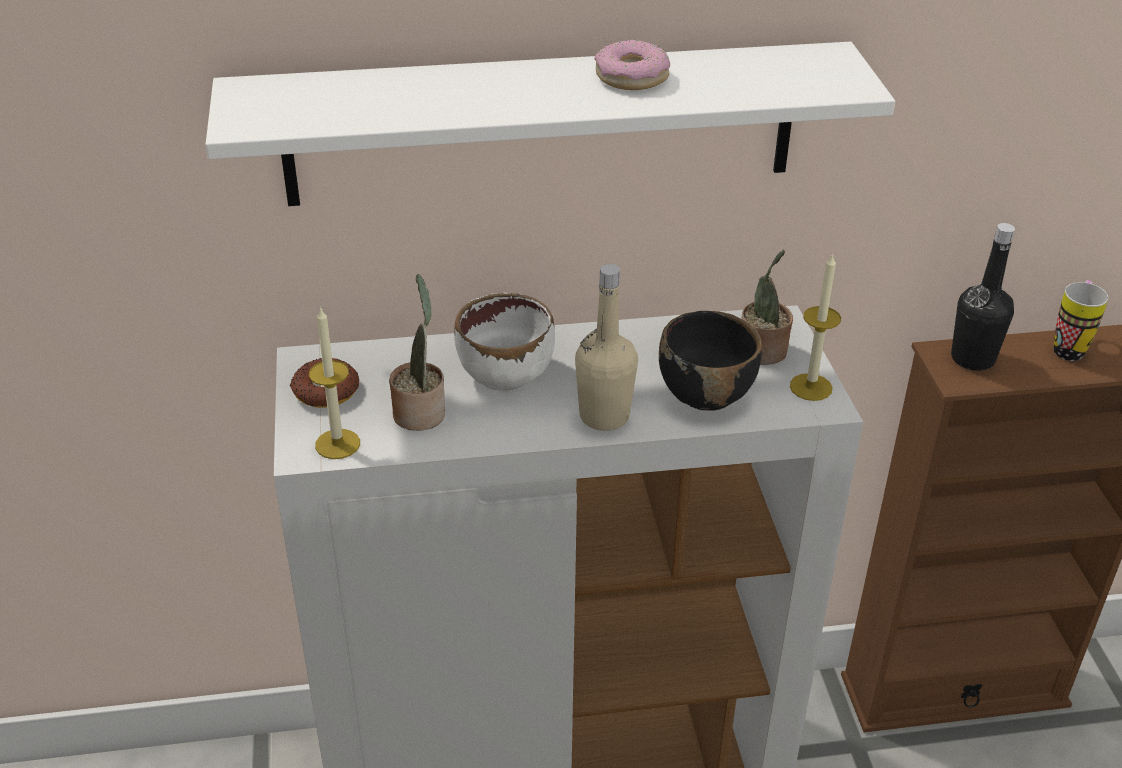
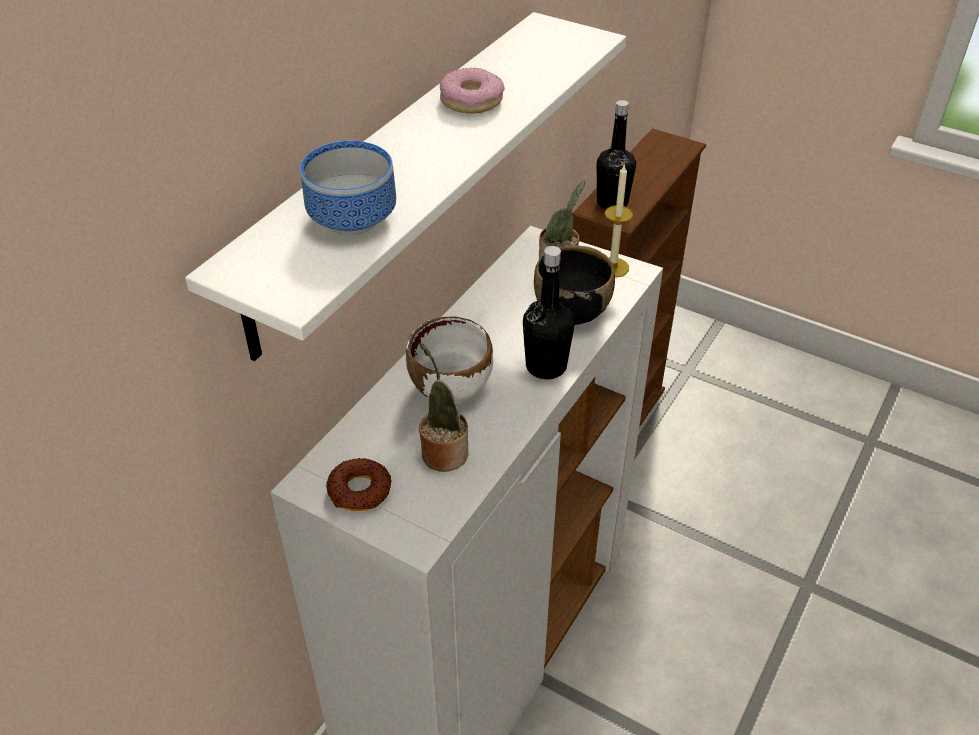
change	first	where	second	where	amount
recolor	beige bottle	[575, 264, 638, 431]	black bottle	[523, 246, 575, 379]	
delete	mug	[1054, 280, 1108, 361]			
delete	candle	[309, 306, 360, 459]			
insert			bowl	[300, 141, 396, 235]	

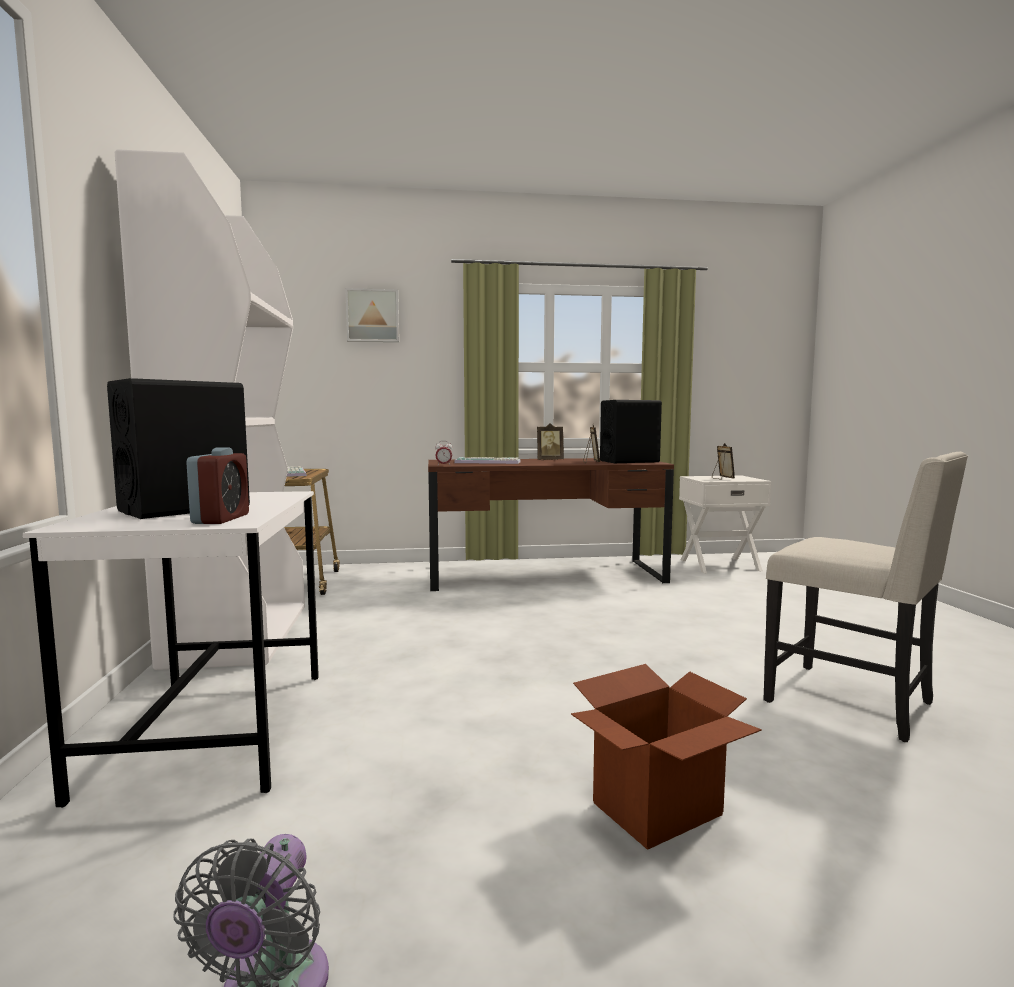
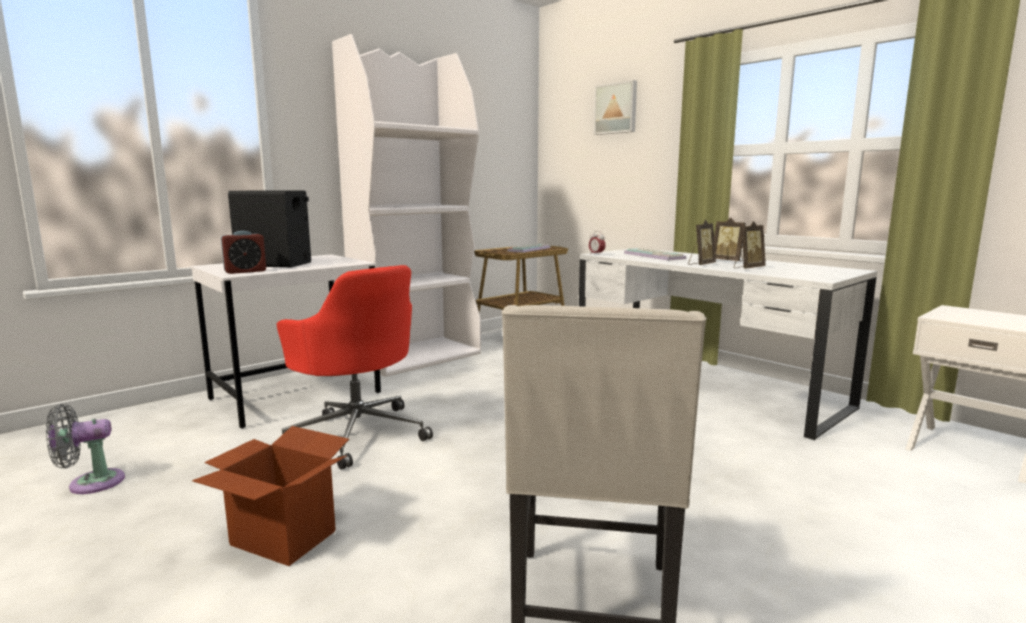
change	first	where	second	where	amount
delete	black speaker	[600, 400, 662, 463]			
move	picture frame	[712, 443, 735, 480]		[688, 220, 716, 265]	
recolor	brown desk	[428, 458, 674, 591]	white desk	[579, 248, 877, 440]	
insert			red office chair	[277, 265, 433, 470]	

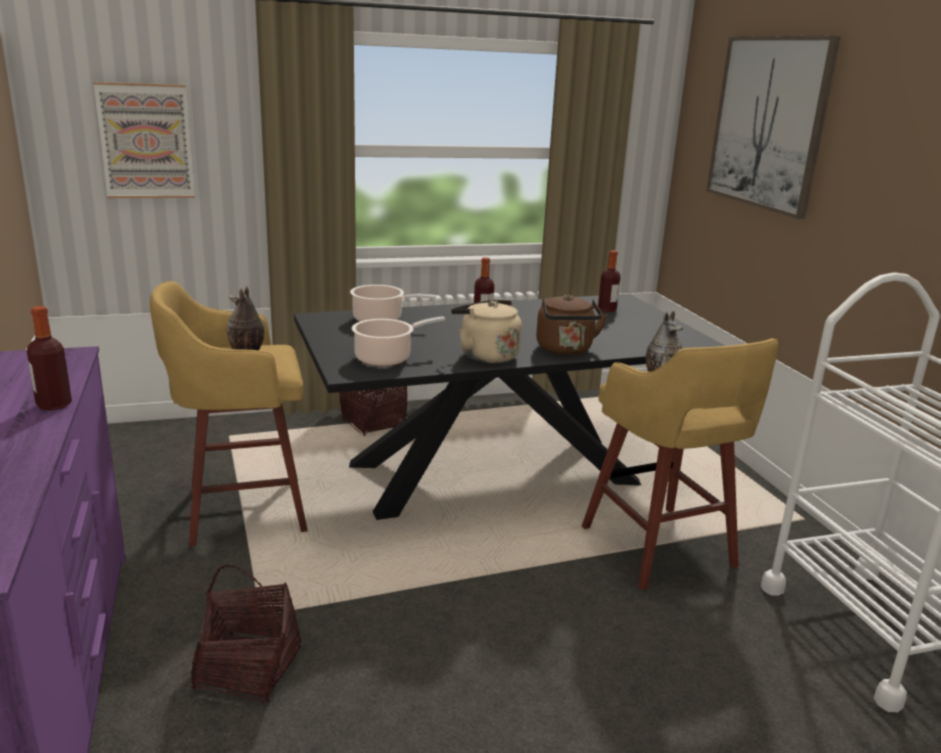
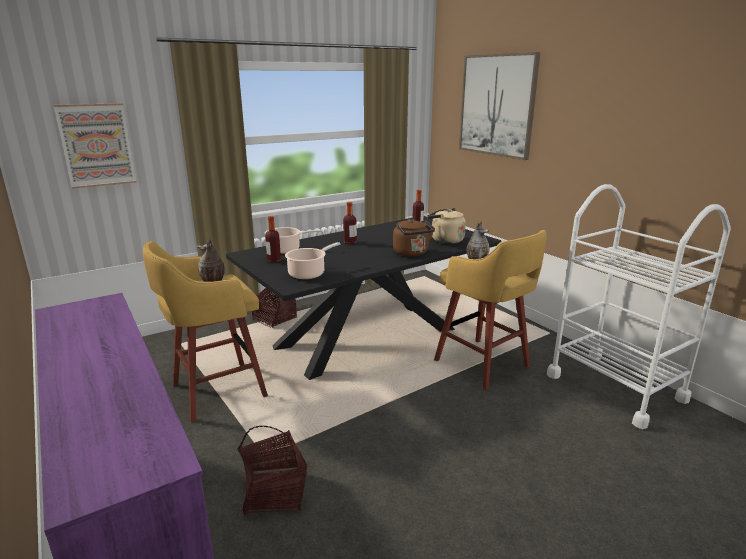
change	first	where	second	where	amount
move	beige kettle	[451, 300, 522, 364]		[426, 208, 466, 244]	
move	bottle	[27, 306, 72, 410]		[265, 216, 281, 262]	

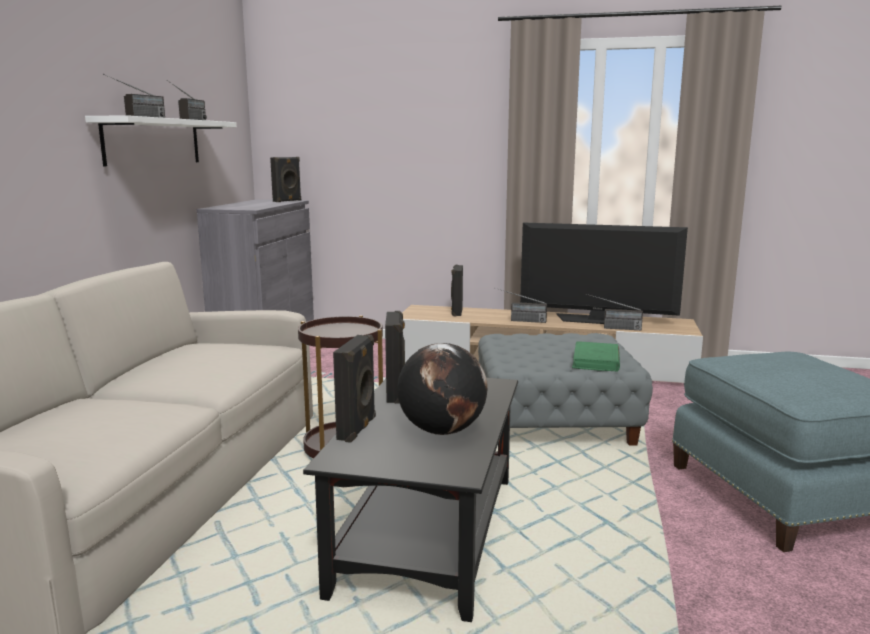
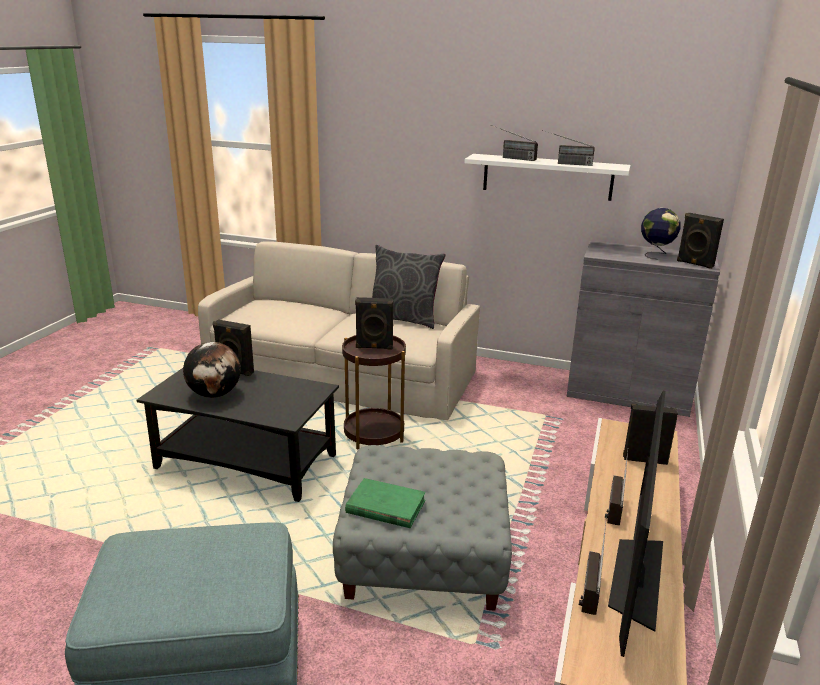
change	first	where	second	where	amount
move	black speaker	[385, 311, 405, 404]		[355, 297, 393, 350]	
insert			globe	[641, 208, 681, 259]	
insert			grey pillow	[372, 245, 446, 329]	

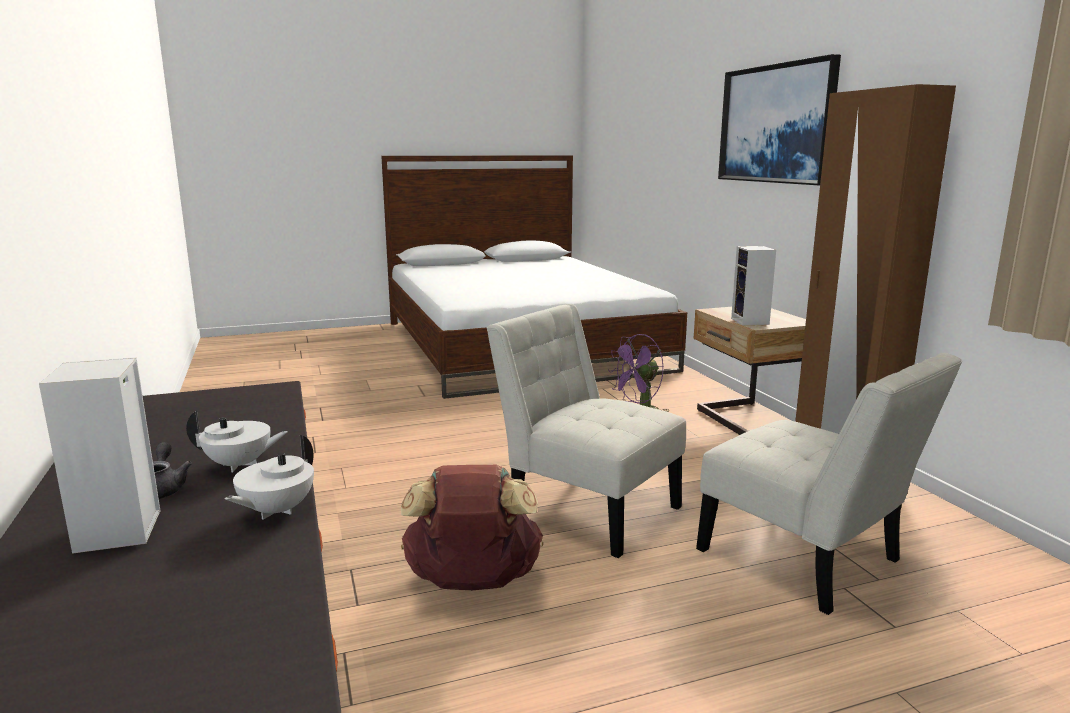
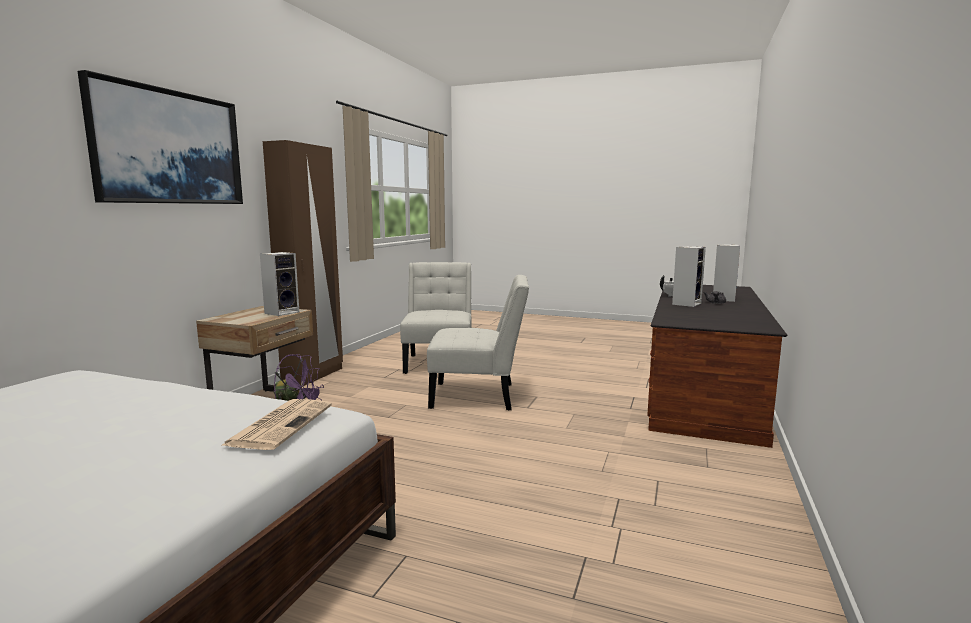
change	first	where	second	where	amount
rotate	white chair	[487, 304, 686, 558]		[427, 275, 529, 410]	75 degrees counterclockwise
replace	white teapot	[186, 410, 288, 472]	speaker	[672, 246, 706, 307]	
delete	brown backpack	[401, 465, 543, 590]			
insert			newspaper	[222, 399, 332, 450]	

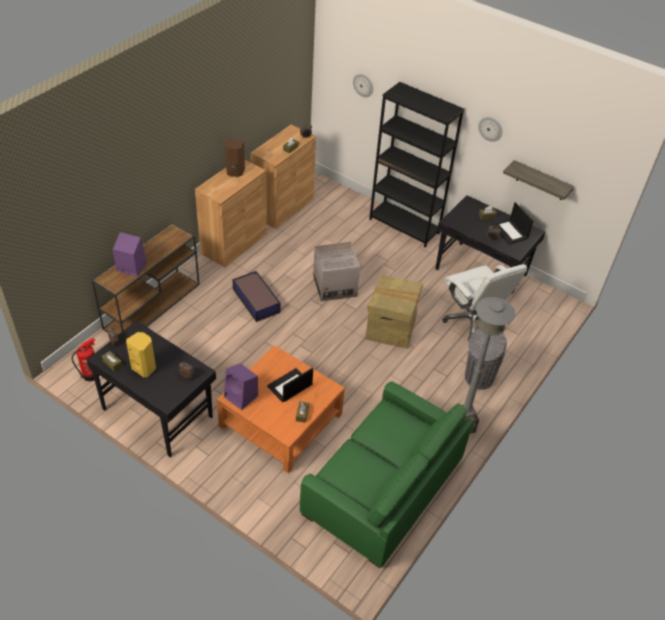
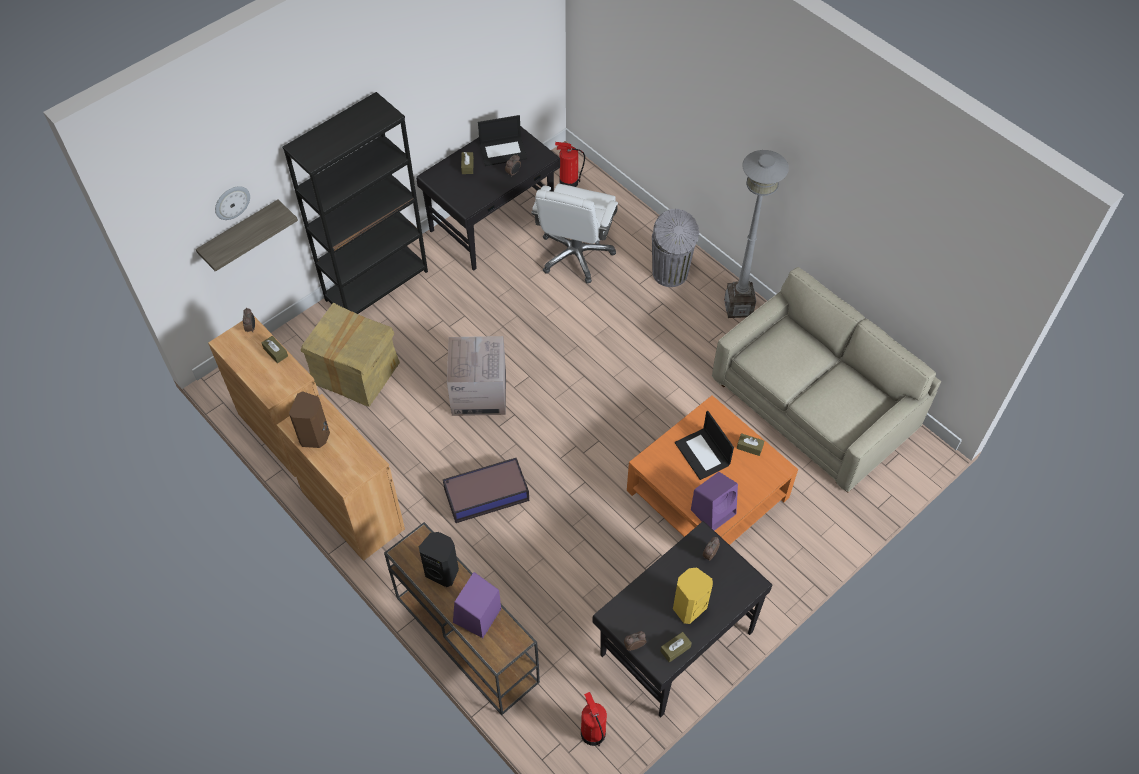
change	first	where	second	where	amount
delete	wall clock	[478, 117, 502, 142]			
move	shelf	[503, 160, 574, 200]		[196, 200, 298, 272]	
rotate	white office chair	[442, 264, 527, 341]		[531, 184, 618, 283]	120 degrees clockwise
move	cardboard box	[365, 275, 423, 348]		[301, 303, 400, 407]	
recolor	green sofa	[299, 381, 474, 568]	beige sofa	[712, 267, 941, 493]	
insert			fire extinguisher	[555, 142, 585, 187]	
insert			black speaker	[419, 532, 459, 587]	

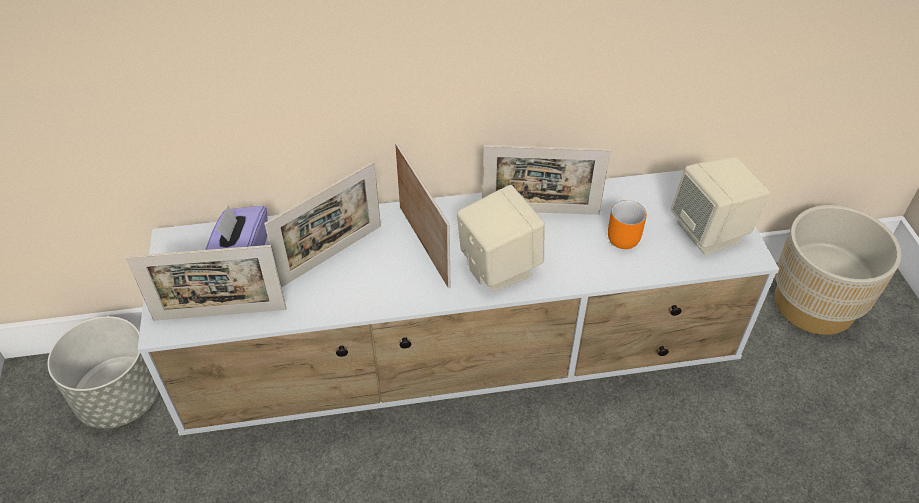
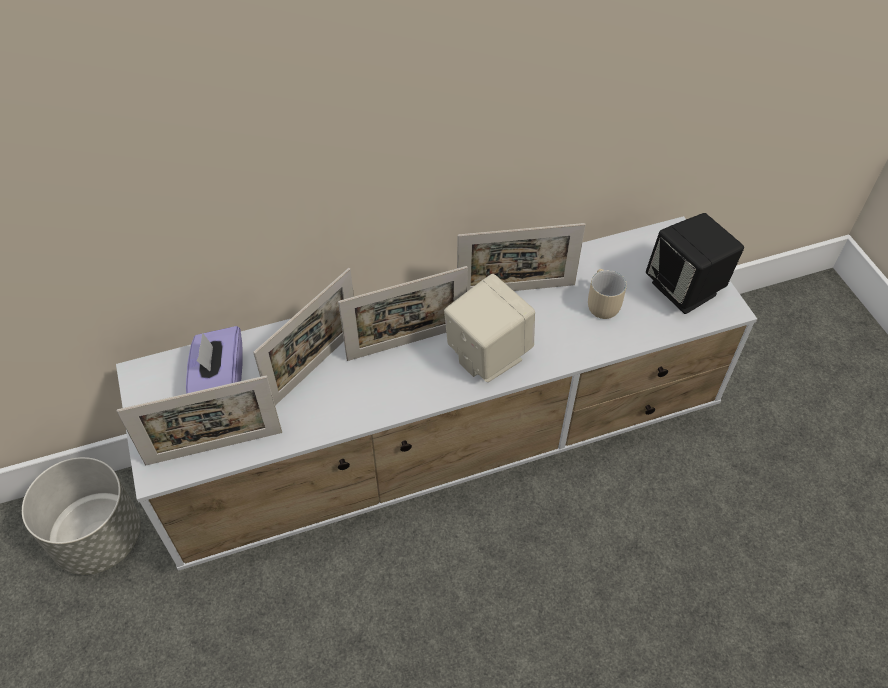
change	first	where	second	where	amount
rotate	picture frame	[395, 143, 450, 288]		[338, 266, 468, 361]	105 degrees clockwise
recolor	beige speaker	[671, 156, 770, 255]	black speaker	[646, 213, 744, 314]	
recolor	orange mug	[608, 200, 647, 249]	beige mug	[588, 269, 627, 319]	
delete	beige planter	[775, 205, 901, 335]			

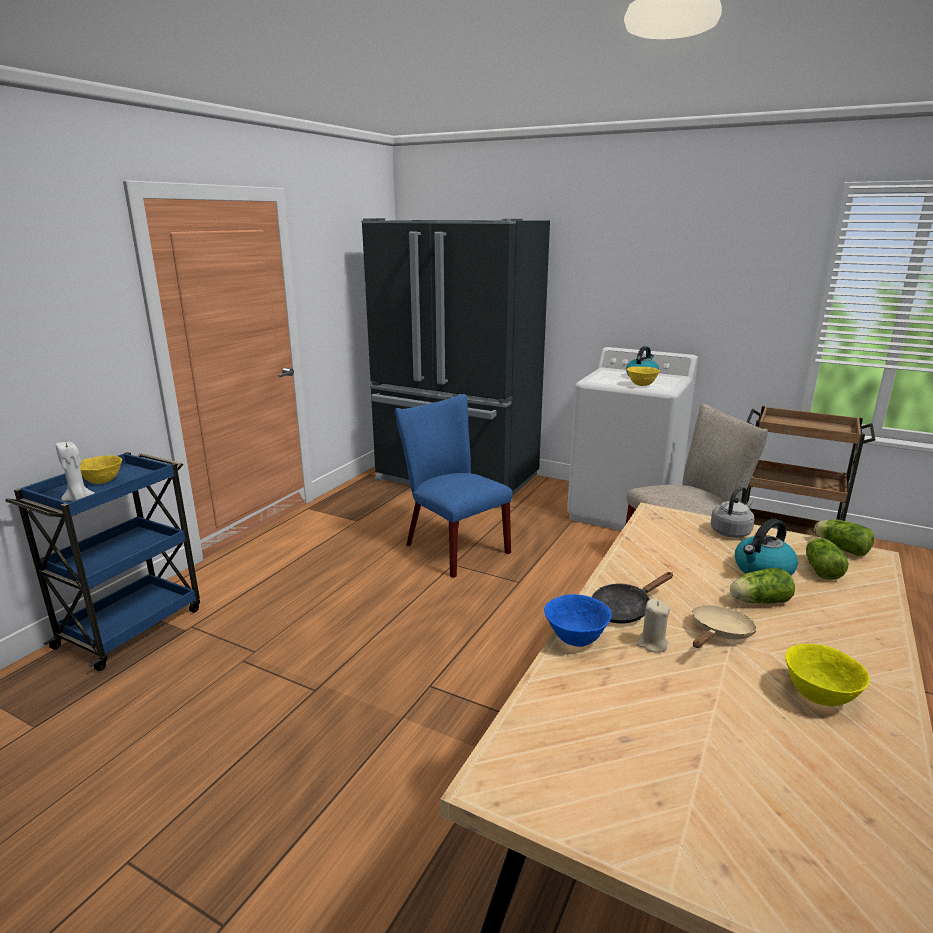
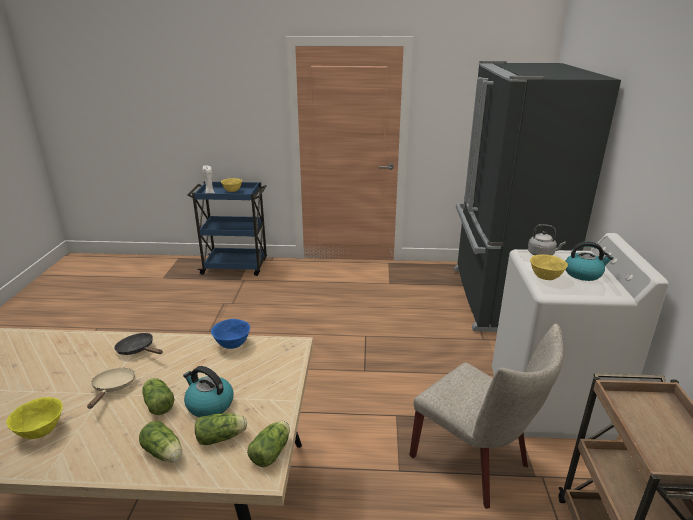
change	first	where	second	where	amount
delete	blue chair	[395, 394, 513, 578]			
move	grey kettle	[711, 487, 755, 538]		[528, 224, 566, 255]	
move	blue bowl	[544, 594, 612, 647]		[211, 319, 250, 349]	
delete	beige candle	[637, 599, 670, 653]			
rotate	beige frying pan	[692, 605, 756, 648]		[87, 368, 135, 409]	105 degrees counterclockwise
insert			lettuce	[139, 421, 182, 462]	

